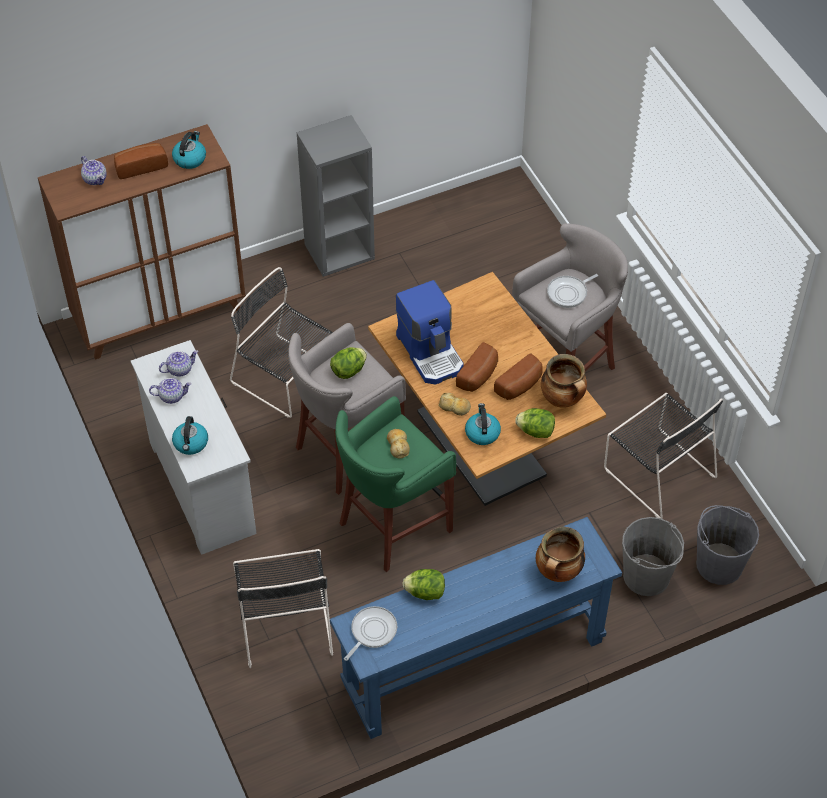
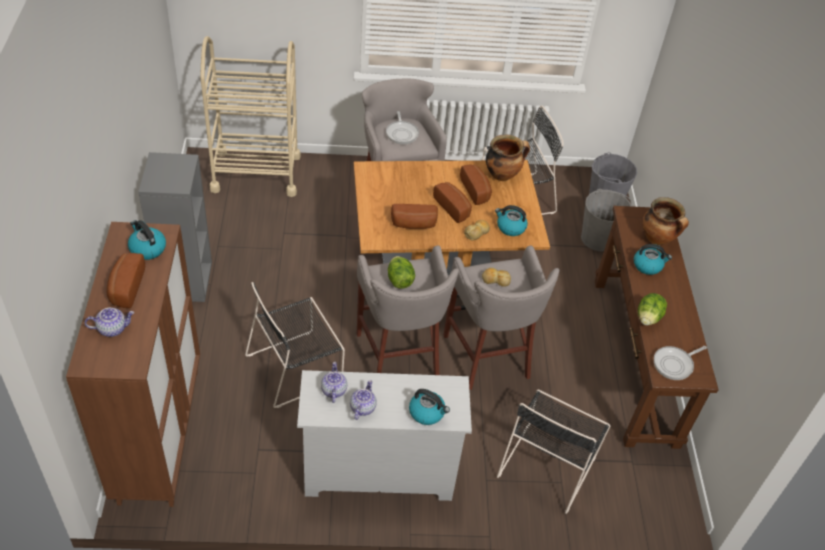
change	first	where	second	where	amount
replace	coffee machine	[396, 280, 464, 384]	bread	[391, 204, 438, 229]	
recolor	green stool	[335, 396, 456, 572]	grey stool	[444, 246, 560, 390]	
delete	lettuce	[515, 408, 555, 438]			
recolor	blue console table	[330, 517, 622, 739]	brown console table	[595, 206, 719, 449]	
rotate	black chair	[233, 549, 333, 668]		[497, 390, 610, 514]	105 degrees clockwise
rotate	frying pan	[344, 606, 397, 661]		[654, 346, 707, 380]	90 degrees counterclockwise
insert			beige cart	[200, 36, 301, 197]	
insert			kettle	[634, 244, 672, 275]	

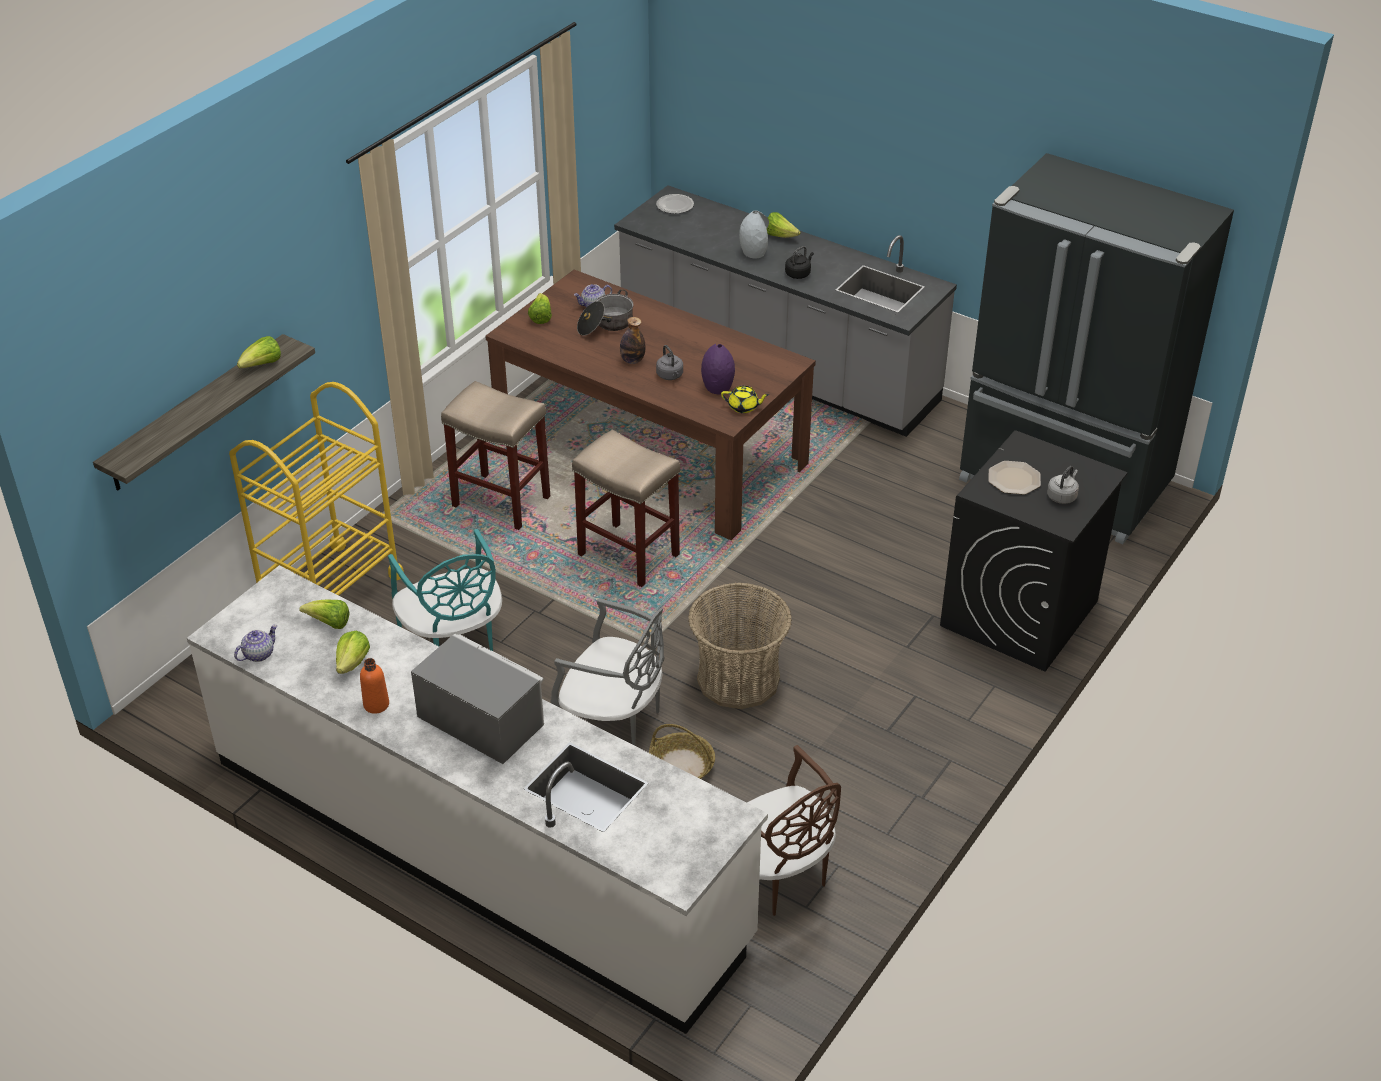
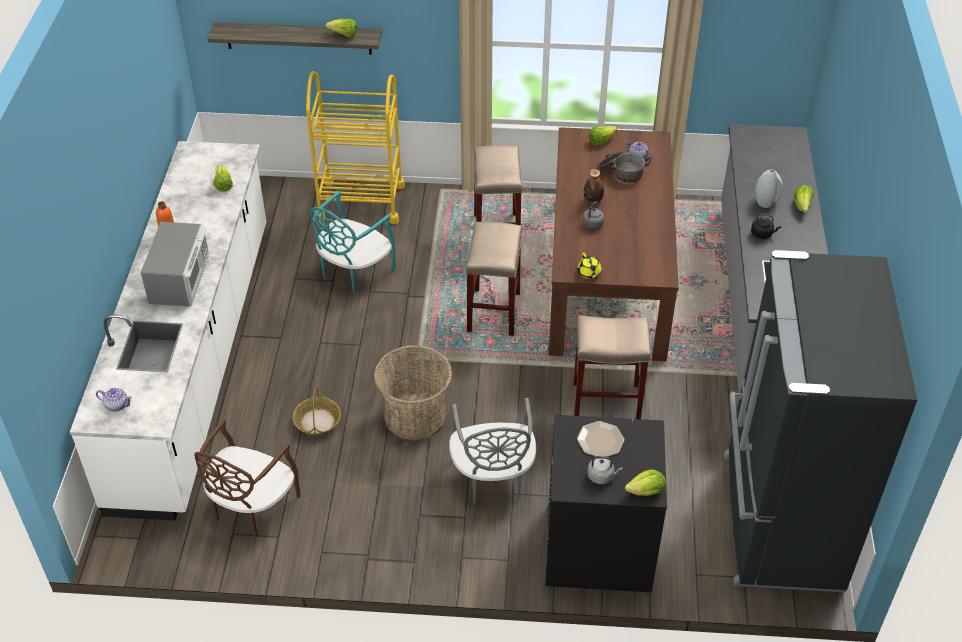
change	first	where	second	where	amount
delete	plate	[656, 194, 694, 214]			
delete	purple vase	[701, 344, 735, 394]			
move	grey chair	[551, 598, 665, 746]		[449, 398, 536, 503]	
move	teapot	[234, 625, 278, 662]		[96, 388, 132, 412]	
move	lettuce	[336, 631, 370, 674]		[625, 469, 666, 496]	
insert			beige stool	[573, 315, 651, 419]	

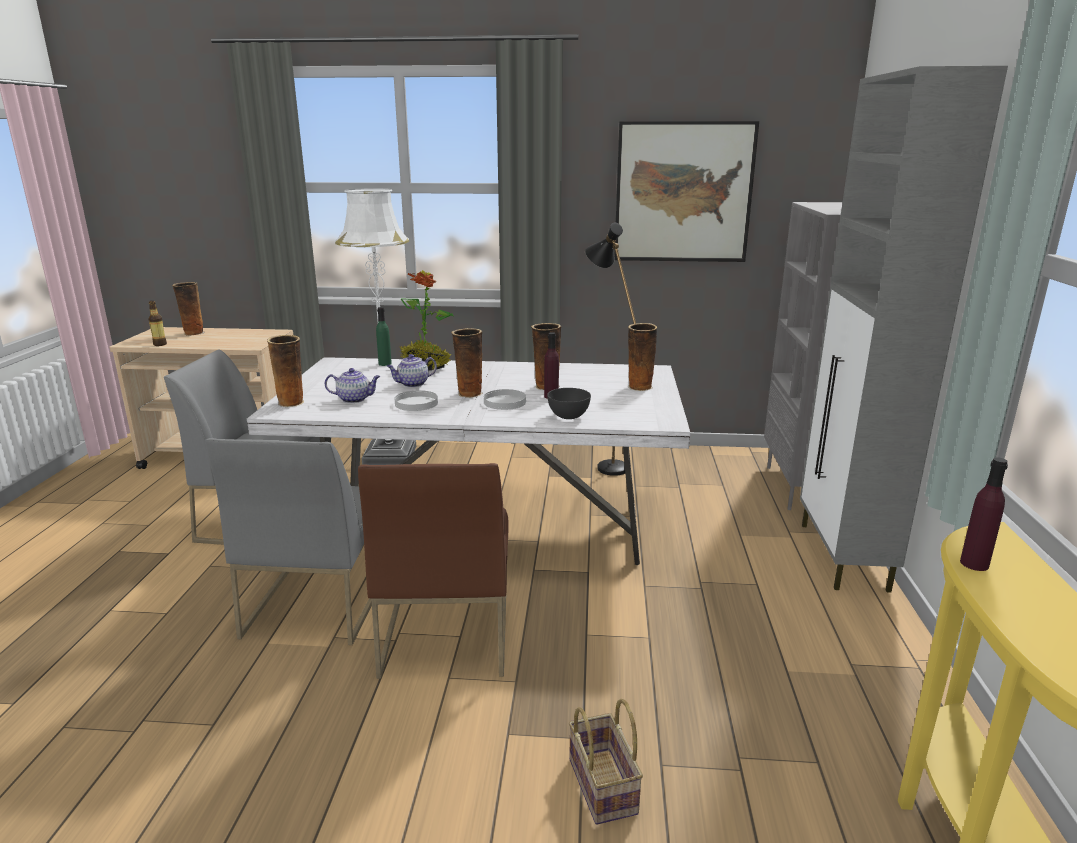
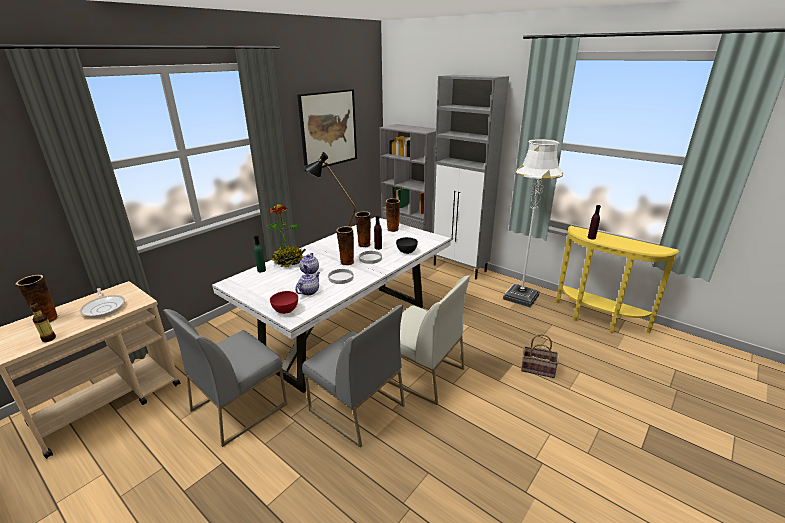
change	first	where	second	where	amount
move	white floor lamp	[335, 188, 416, 465]		[503, 139, 563, 307]	
replace	vase	[267, 335, 304, 407]	red bowl	[270, 291, 298, 314]	
recolor	brown chair	[358, 463, 509, 679]	white chair	[387, 275, 470, 405]	
insert			frying pan	[79, 288, 125, 318]	

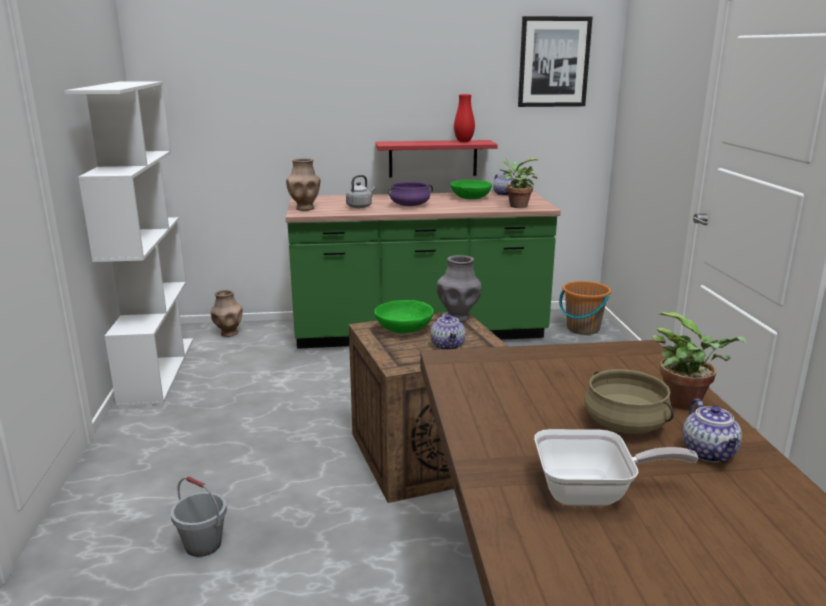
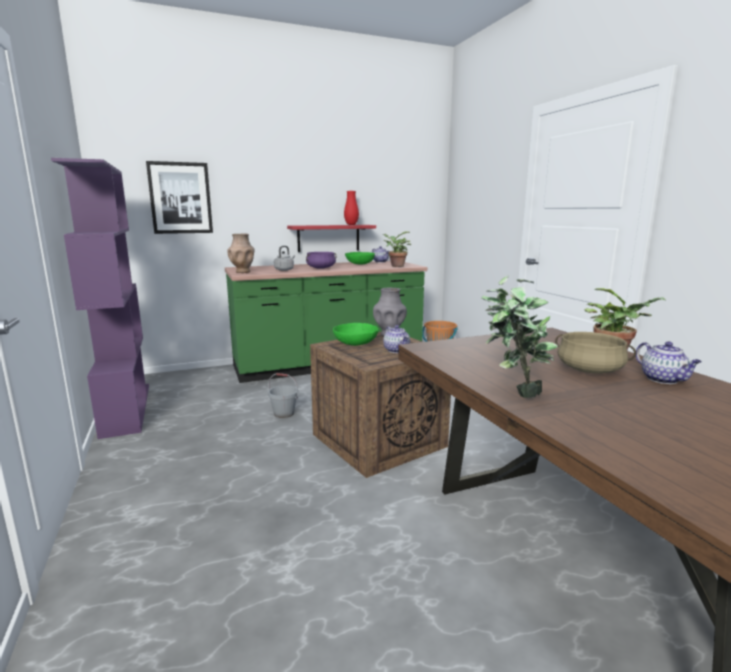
change	first	where	second	where	amount
move	picture	[518, 16, 593, 107]		[146, 161, 213, 234]	
recolor	white bookcase	[64, 81, 193, 407]	purple bookcase	[51, 158, 149, 439]	
delete	brown vase	[211, 290, 243, 337]			
delete	frying pan	[534, 429, 699, 506]			
move	grey bucket	[171, 476, 227, 557]		[268, 373, 298, 418]	
insert			potted plant	[481, 276, 558, 398]	

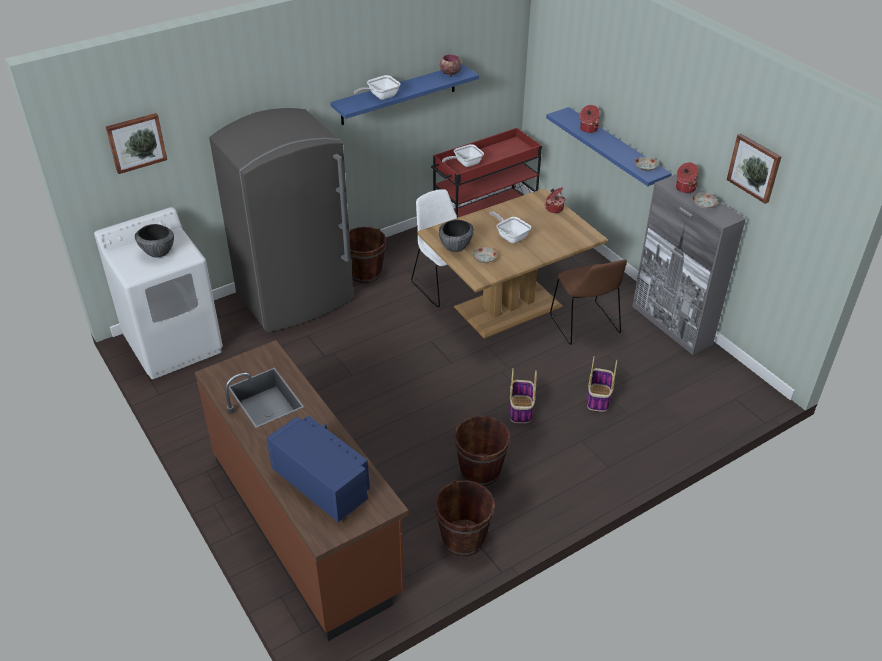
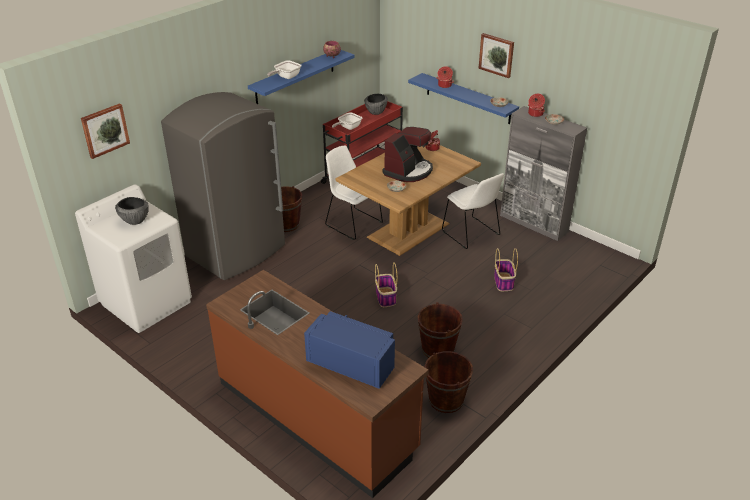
change	first	where	second	where	amount
move	picture	[727, 134, 782, 204]		[478, 33, 514, 78]	
replace	frying pan	[489, 211, 531, 243]	coffee machine	[383, 127, 433, 182]	
move	bowl	[439, 220, 474, 252]		[364, 94, 388, 115]	
recolor	brown chair	[550, 259, 627, 345]	white chair	[442, 173, 504, 249]	
move	basket	[510, 368, 537, 423]		[375, 262, 398, 307]	

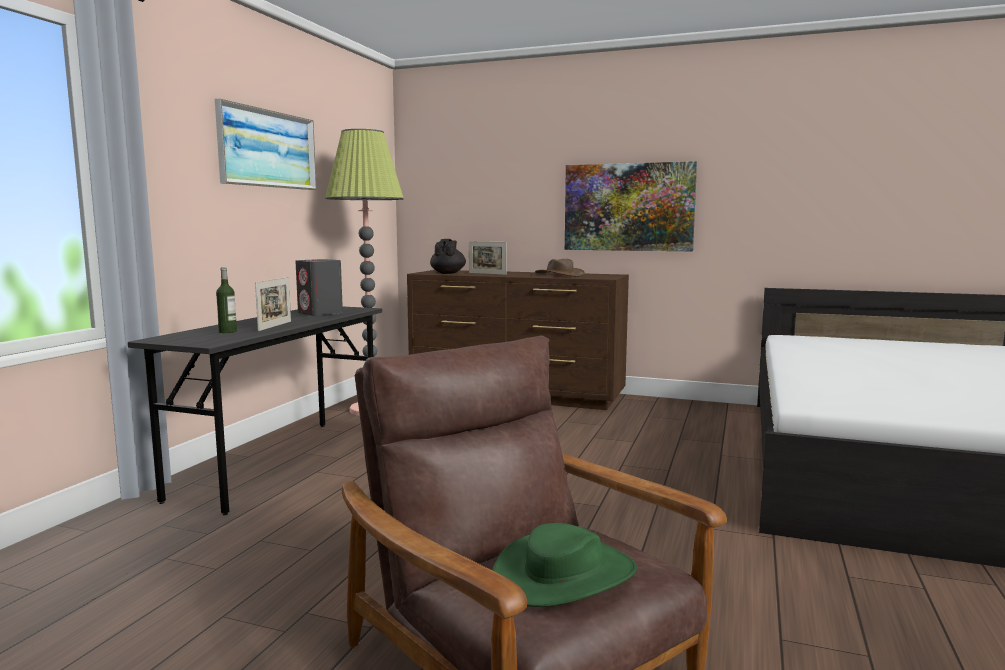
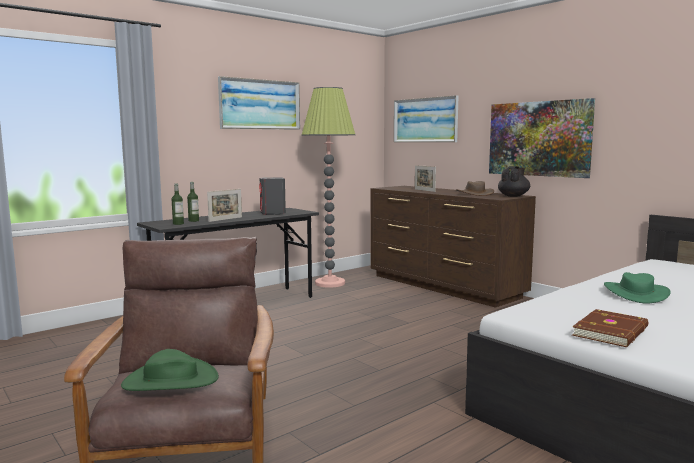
change	first	where	second	where	amount
move	black teapot	[430, 239, 466, 274]		[498, 166, 530, 197]	
insert			picture	[394, 95, 458, 142]	
insert			bottle	[172, 183, 184, 225]	
insert			green hat	[604, 272, 671, 304]	
insert			brown book	[572, 309, 648, 347]	

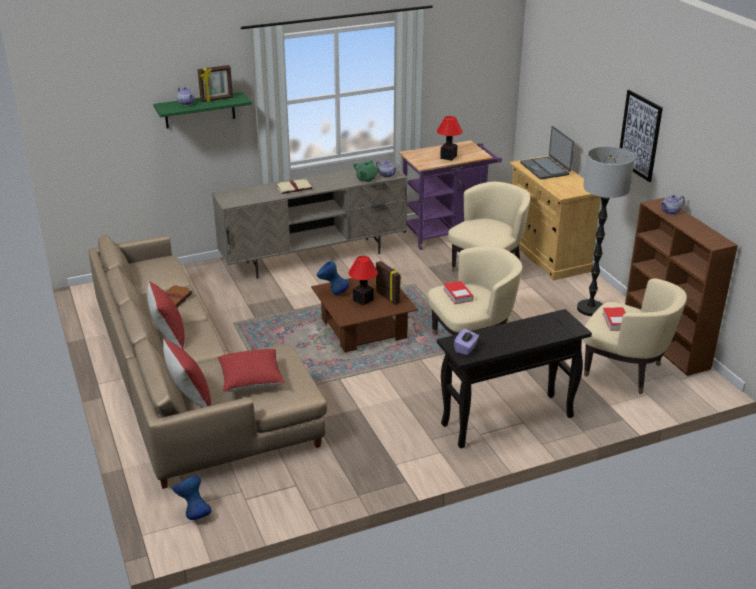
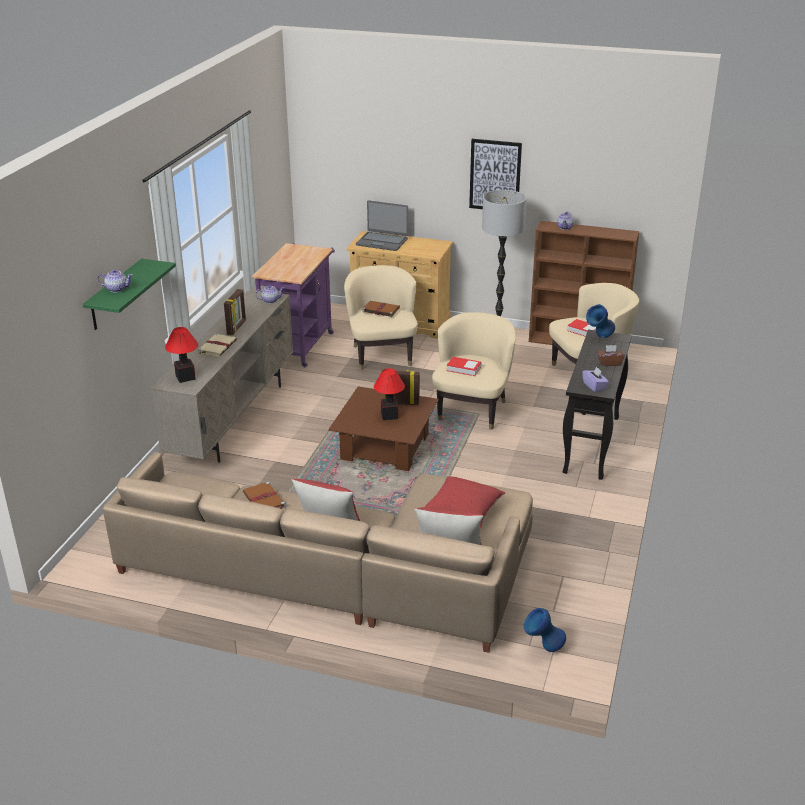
change	first	where	second	where	amount
move	picture frame	[198, 65, 233, 102]		[224, 289, 246, 335]	
move	table lamp	[437, 116, 463, 161]		[165, 327, 198, 383]	
delete	green teapot	[353, 160, 380, 183]			
move	blue vase	[317, 261, 350, 295]		[586, 304, 615, 338]	
insert			brown book	[362, 301, 400, 317]	
insert			brown tissue box	[597, 345, 625, 366]	

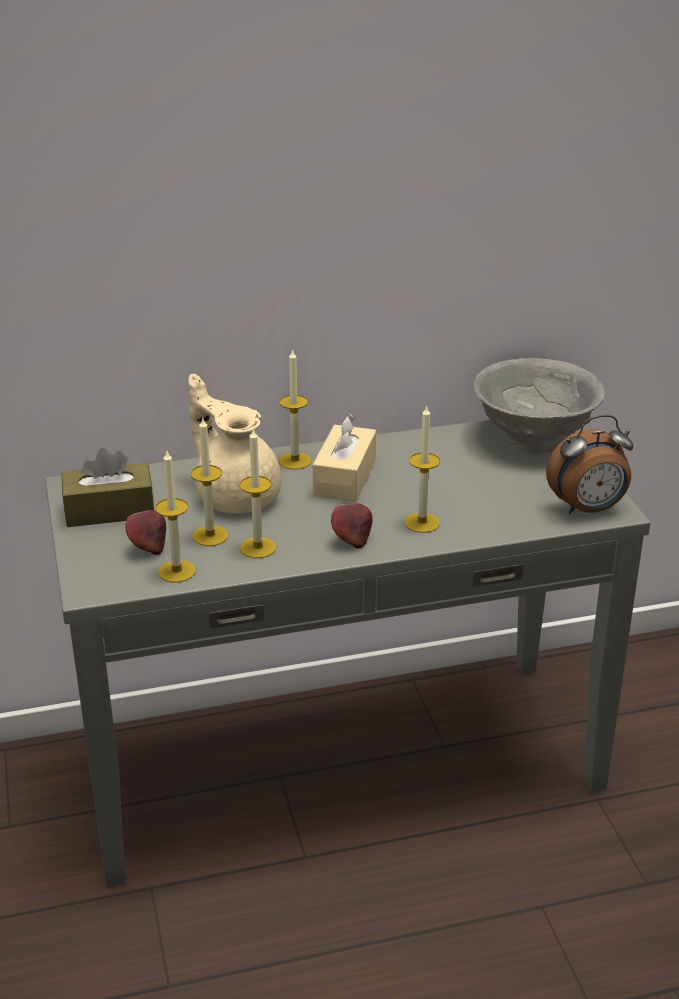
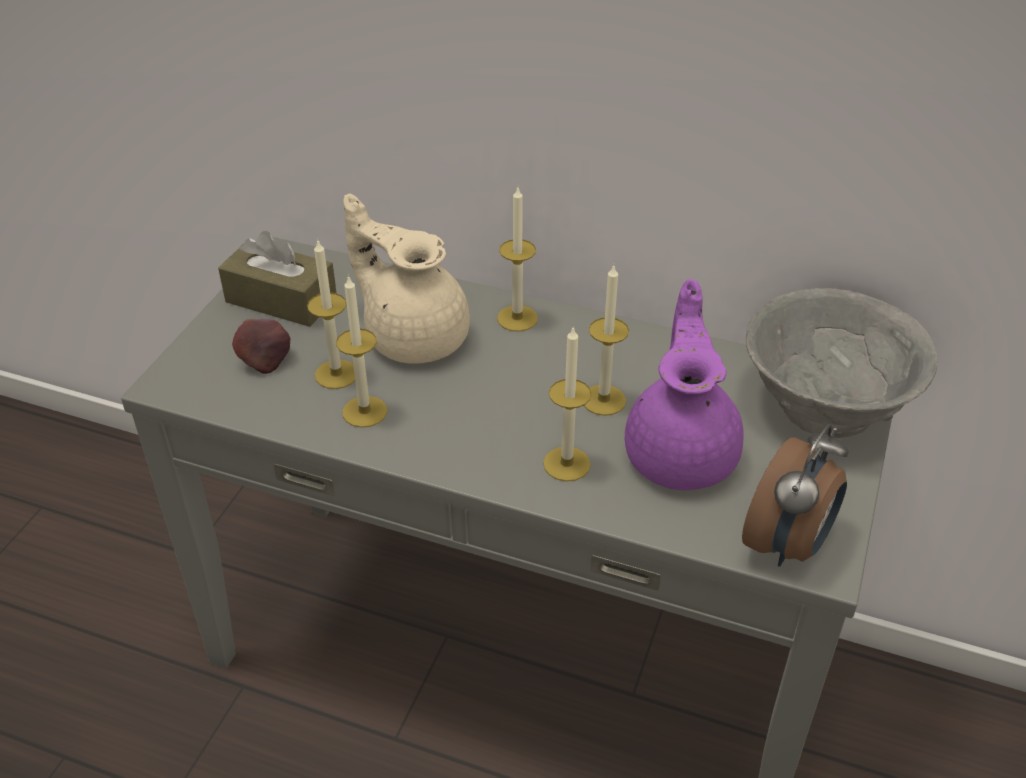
change	first	where	second	where	amount
rotate	beige teapot	[188, 374, 281, 513]		[343, 194, 470, 364]	45 degrees counterclockwise
delete	beige tissue box	[313, 413, 376, 502]			
rotate	alarm clock	[546, 415, 634, 514]		[742, 424, 849, 567]	75 degrees counterclockwise
move	candle	[155, 451, 196, 582]		[584, 264, 629, 416]	
delete	apple	[331, 503, 373, 549]			
insert			purple teapot	[625, 279, 744, 490]	

